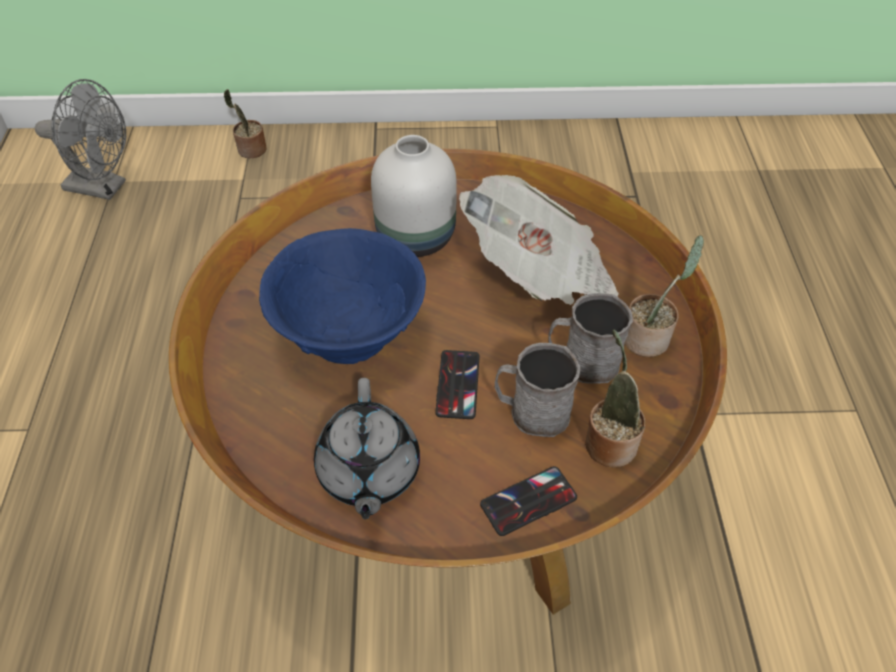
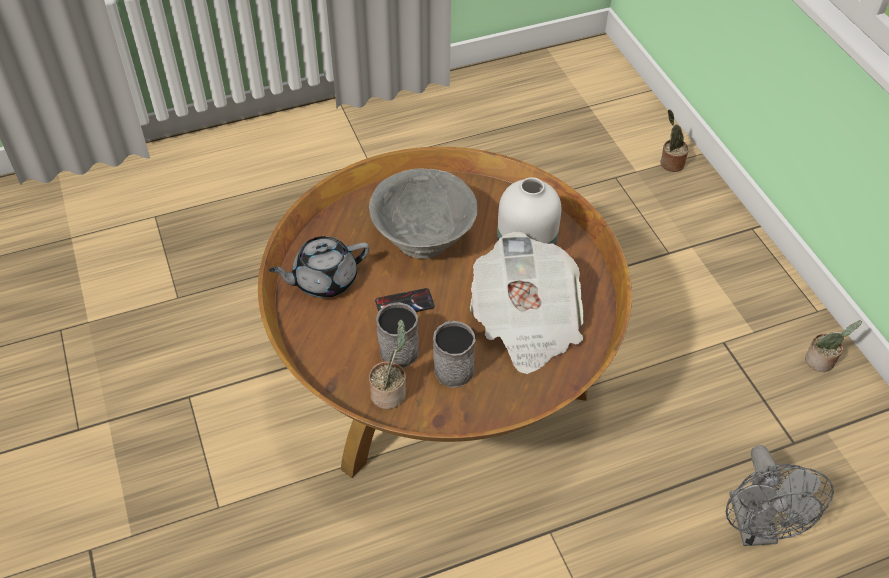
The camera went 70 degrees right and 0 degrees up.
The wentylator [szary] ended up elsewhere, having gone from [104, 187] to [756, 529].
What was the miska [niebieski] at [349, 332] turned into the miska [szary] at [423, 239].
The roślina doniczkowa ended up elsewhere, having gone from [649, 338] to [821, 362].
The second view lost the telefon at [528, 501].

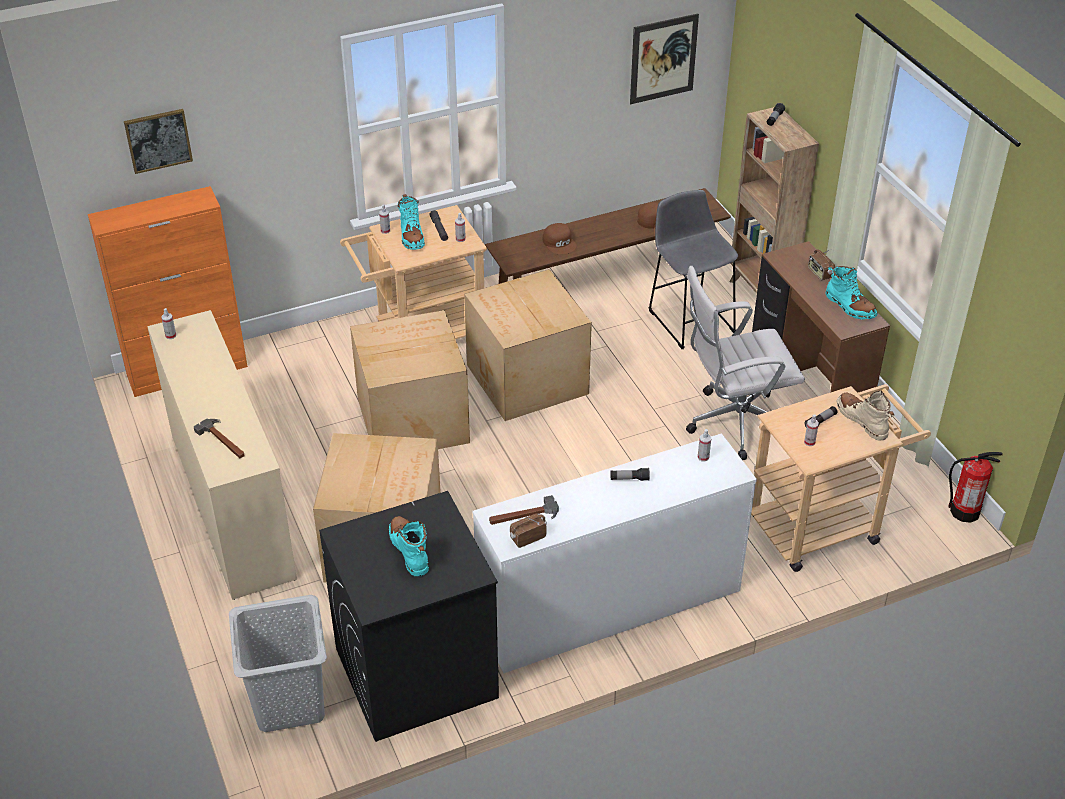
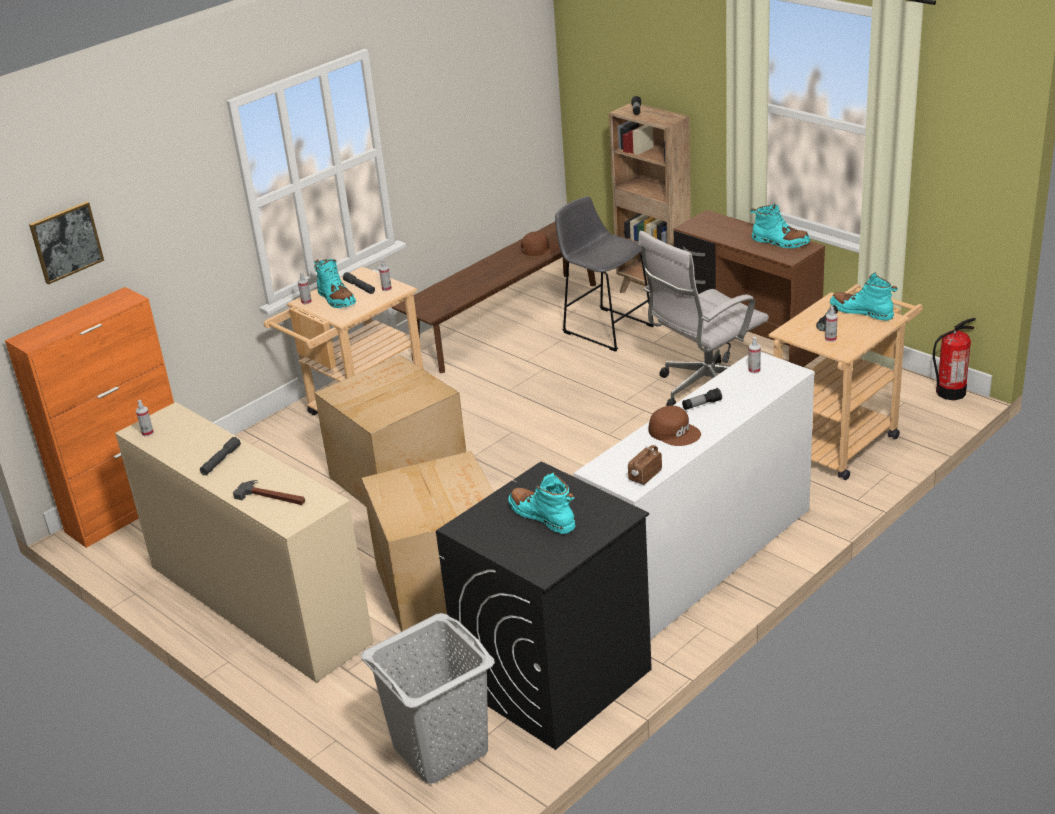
The camera went 20 degrees left and 10 degrees down.
The second view lost the obraz at [663, 59].
The czapka z daszkiem [brązowy] ended up elsewhere, having gone from [560, 243] to [674, 432].
The second view lost the radio at [819, 273].
The second view lost the karton at [526, 381].
What was the but z cholewką [beżowy] at [862, 421] turned into the but z cholewką [turkusowy] at [861, 312].
The second view lost the młotek at [524, 516].
The second view gained the latarka [szary] at [221, 460].

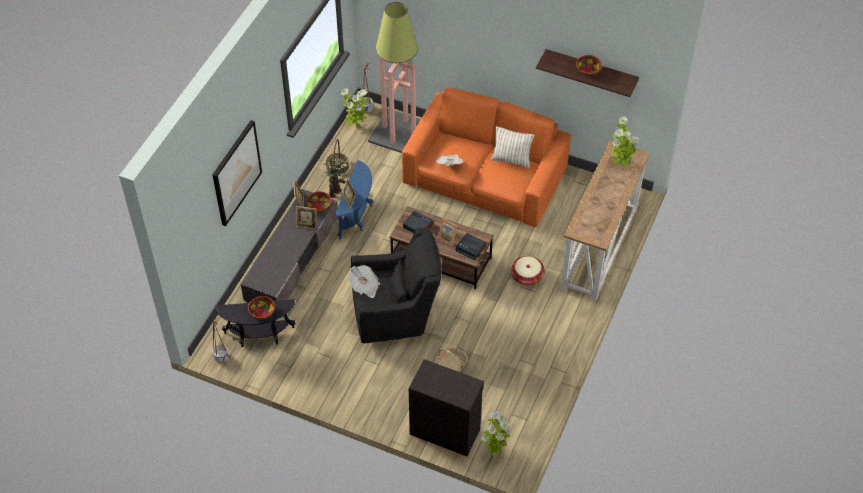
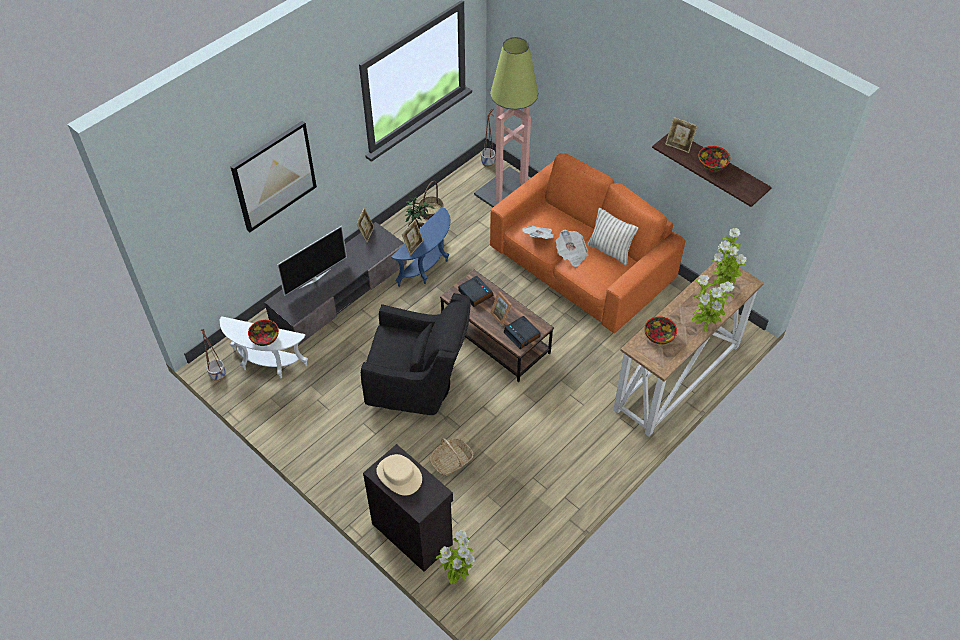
The camera went 20 degrees right and 0 degrees up.
The roślina doniczkowa ended up elsewhere, having gone from [356, 126] to [704, 326].
The miska ended up elsewhere, having gone from [319, 206] to [659, 336].
The ramka na zdjęcie ended up elsewhere, having gone from [307, 225] to [679, 146].
The second view lost the koszyk at [527, 276].
The gazeta ended up elsewhere, having gone from [364, 286] to [571, 254].
What was the stolik [czarny] at [259, 337] turned into the stolik [biały] at [266, 364].
The second view gained the telewizor at [314, 278].
The second view gained the kapelusz [beżowy] at [399, 475].

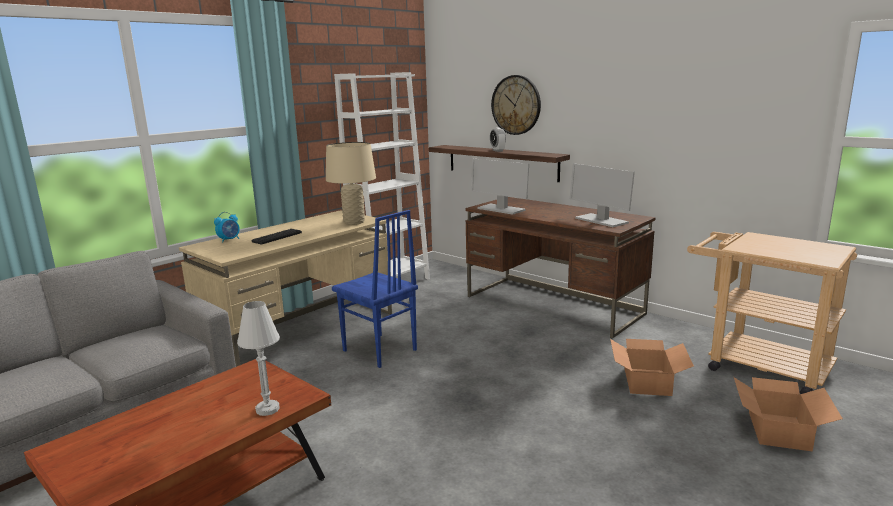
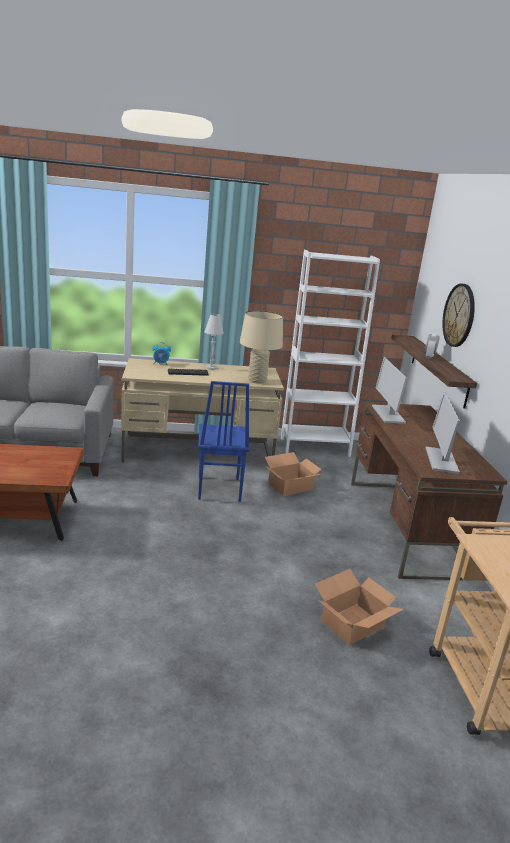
The camera went 40 degrees right and 5 degrees up.
The lampa stołowa [biały] ended up elsewhere, having gone from [267, 409] to [211, 368].
The karton ended up elsewhere, having gone from [778, 431] to [289, 486].

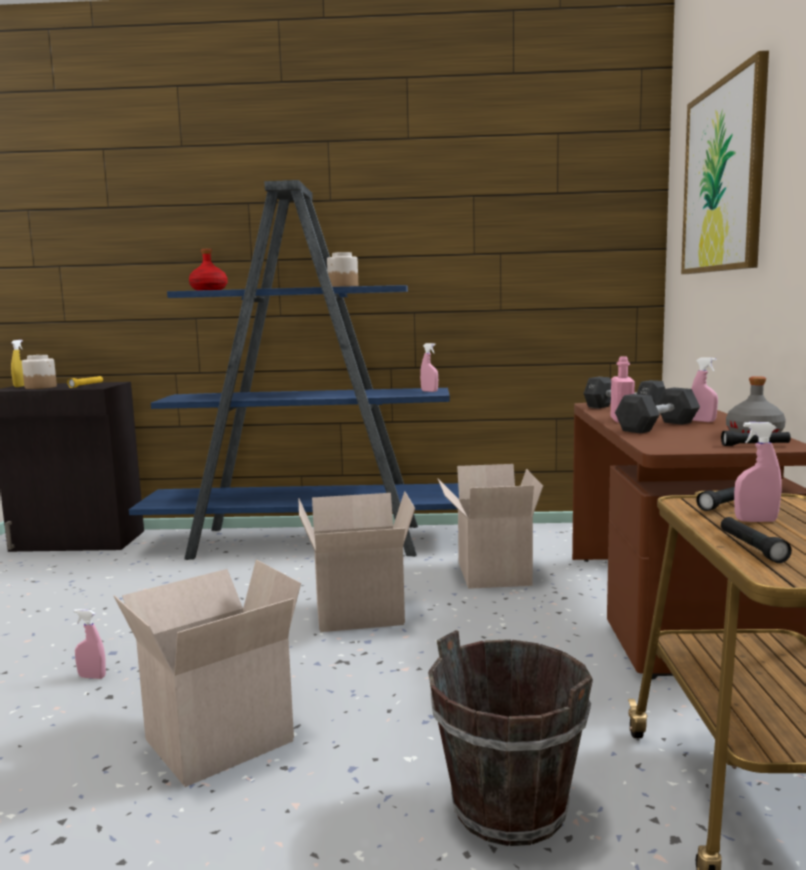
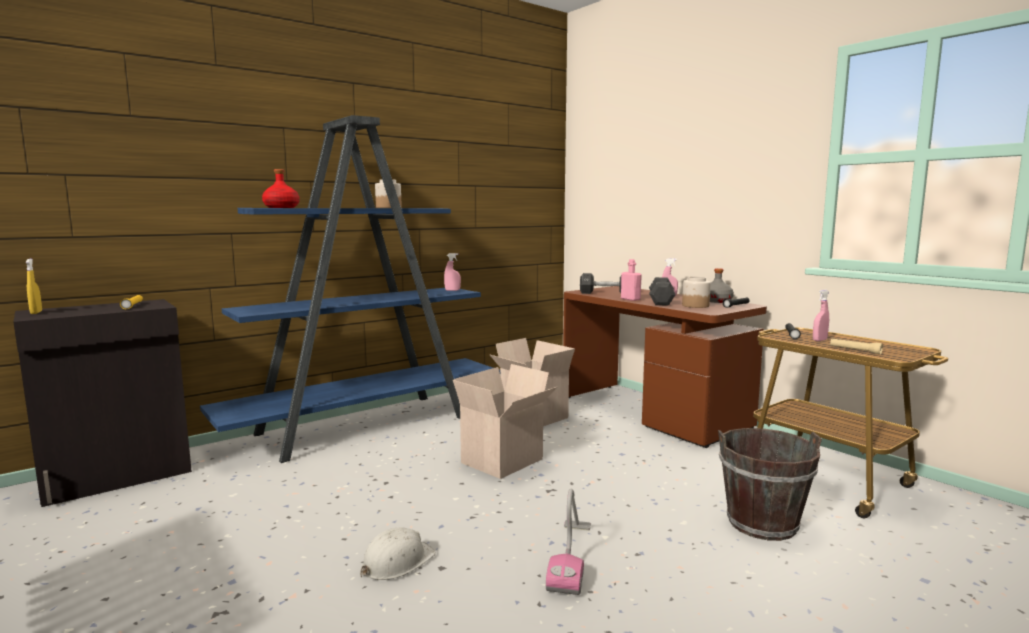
The camera went 40 degrees left and 0 degrees up.
The second view lost the obraz at [723, 177].
The słoik ended up elsewhere, having gone from [41, 387] to [695, 305].
What was the latarka [czarny] at [752, 548] turned into the latarka [beżowy] at [855, 350].
Where the karton stood at [219, 738], the odkurzacz came to stand at [571, 557].
Where the spryskiwacz [różowy] stood at [92, 677], the kask [biały] came to stand at [396, 562].

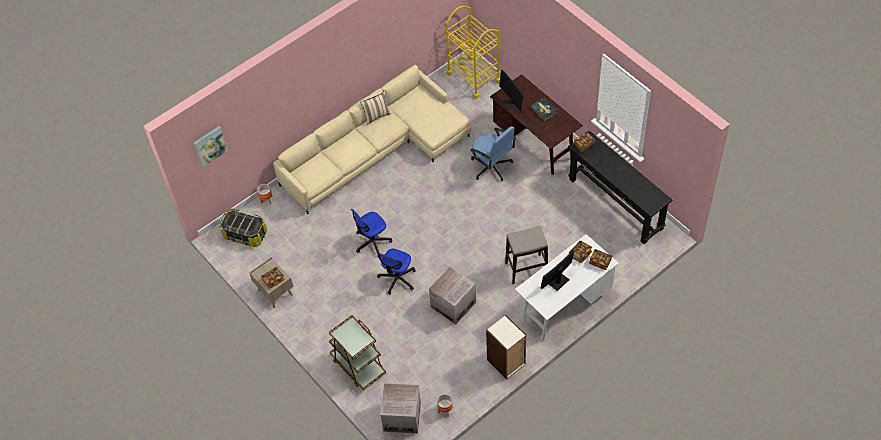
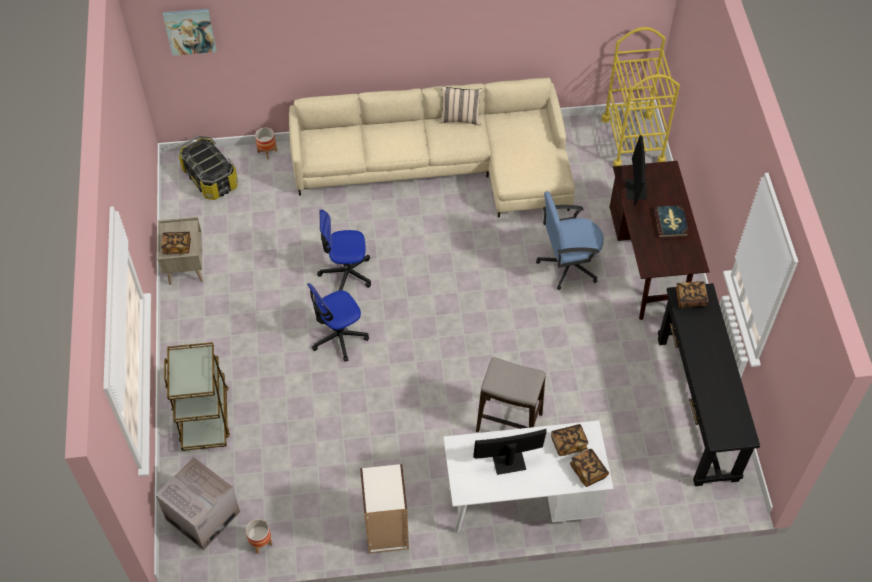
The camera went 30 degrees right and 0 degrees up.
The krzesło biurowe [niebieski] at [491, 167] ended up facing another way, 90 degrees clockwise from before.
The second view lost the karton at [453, 304].

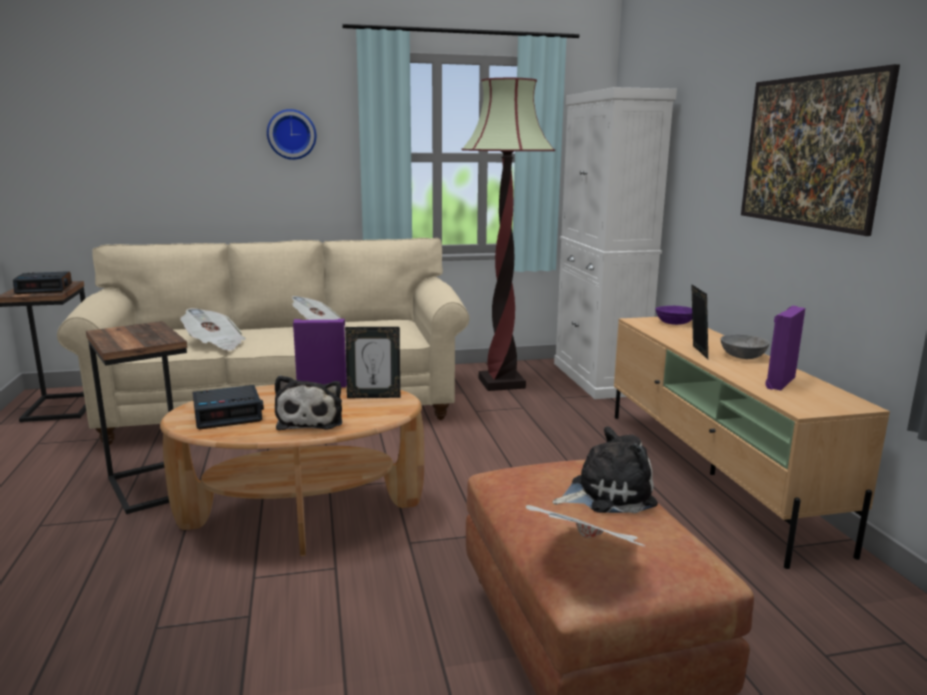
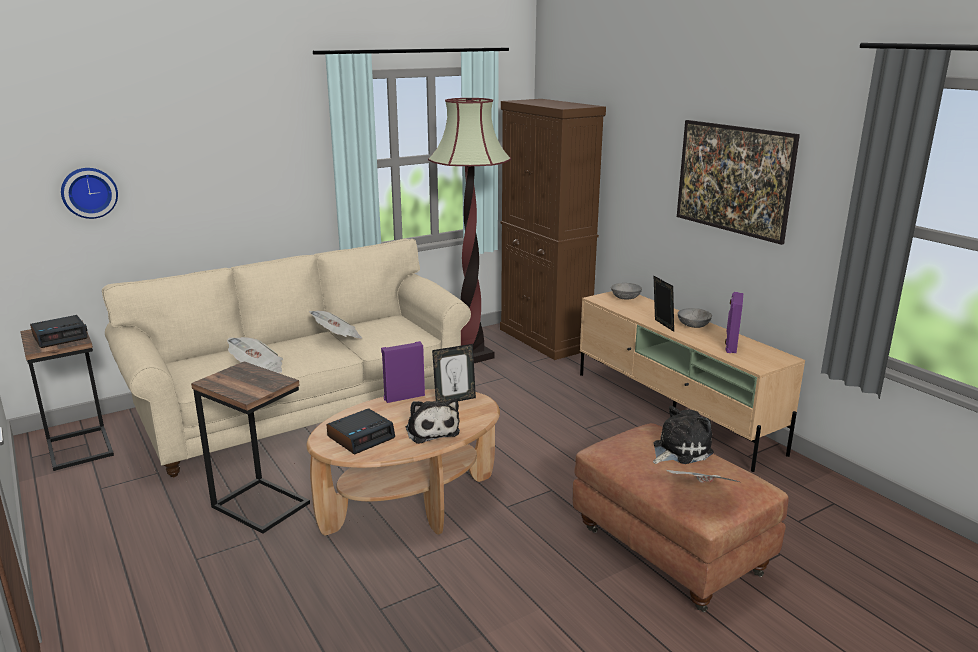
The camera went 20 degrees left and 5 degrees up.
What was the szafka [biały] at [598, 378] turned into the szafka [brązowy] at [544, 339].
The zegar ścienny ended up elsewhere, having gone from [291, 134] to [89, 192].
What was the miska [fioletowy] at [674, 323] turned into the miska [szary] at [626, 297].

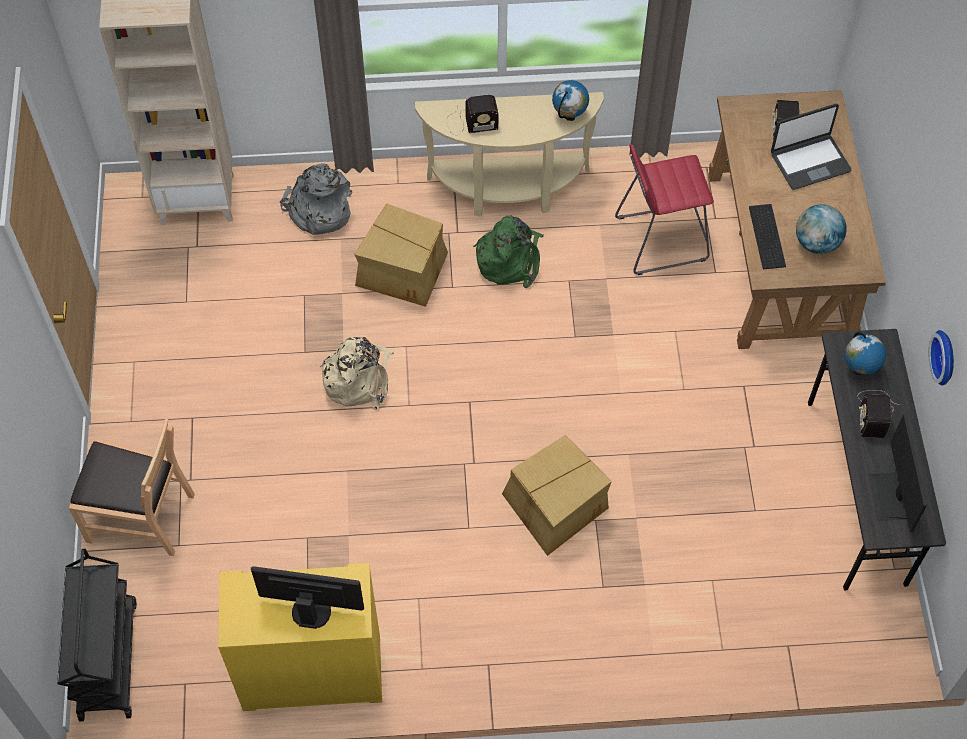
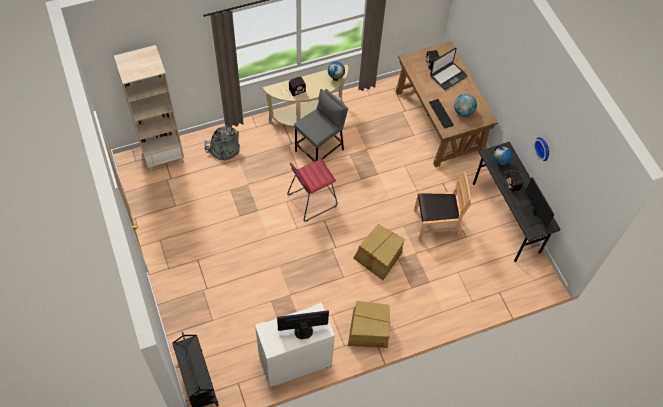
The camera went 20 degrees left and 0 degrees up.
The stołek [czerwony] ended up elsewhere, having gone from [660, 239] to [312, 200].
The karton ended up elsewhere, having gone from [403, 270] to [368, 329].
Where the plecak [zielony] stood at [509, 259], the stołek [szary] came to stand at [320, 150].
The second view lost the plecak [beżowy] at [358, 378].
The krzesło [brązowy] ended up elsewhere, having gone from [140, 516] to [436, 224].
What was the szafka [żółty] at [311, 673] turned into the szafka [biały] at [295, 362].

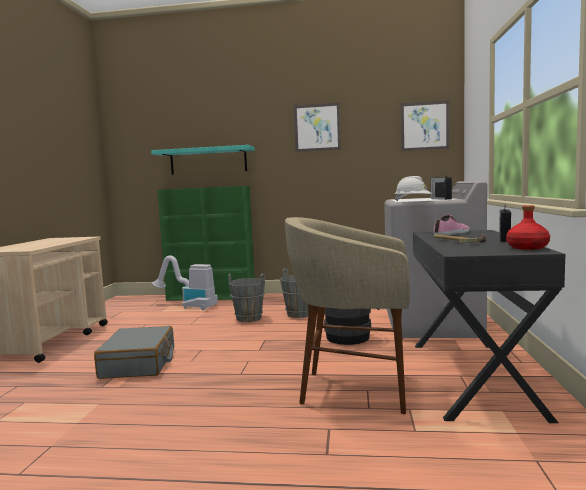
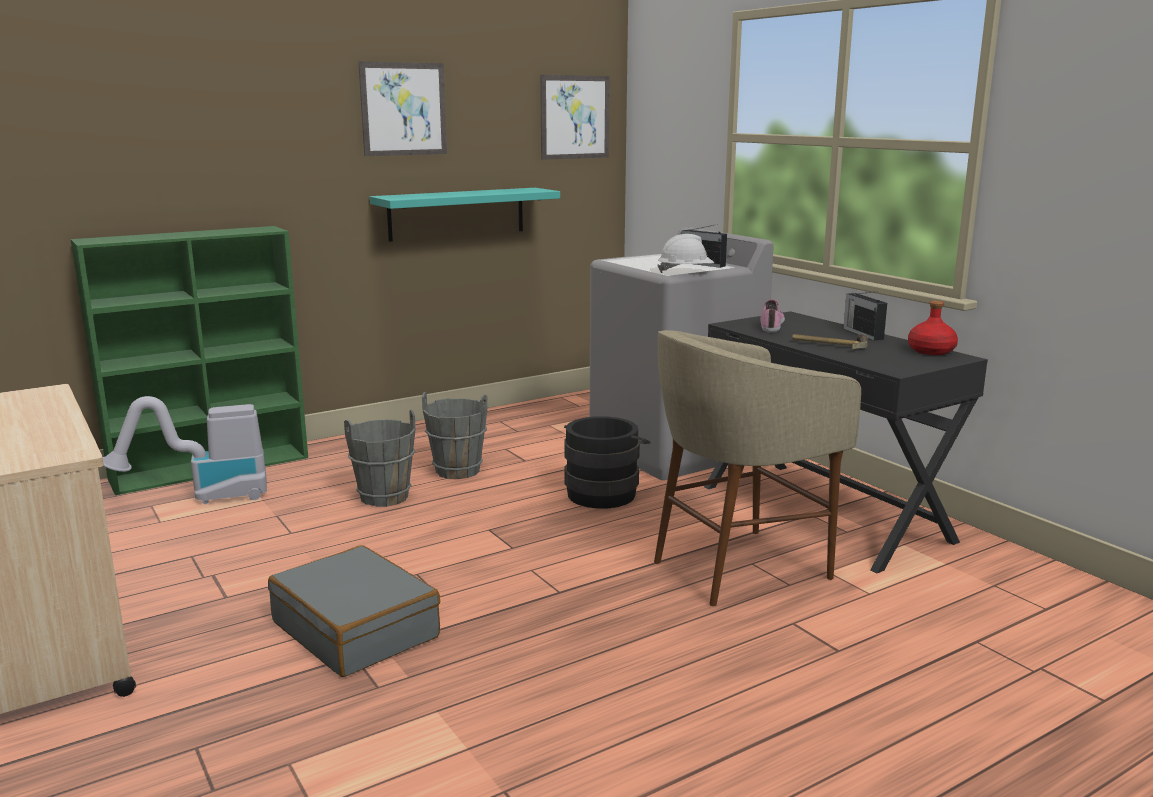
The camera went 40 degrees left and 10 degrees up.
The półka [turkusowy] ended up elsewhere, having gone from [208, 161] to [457, 213].

